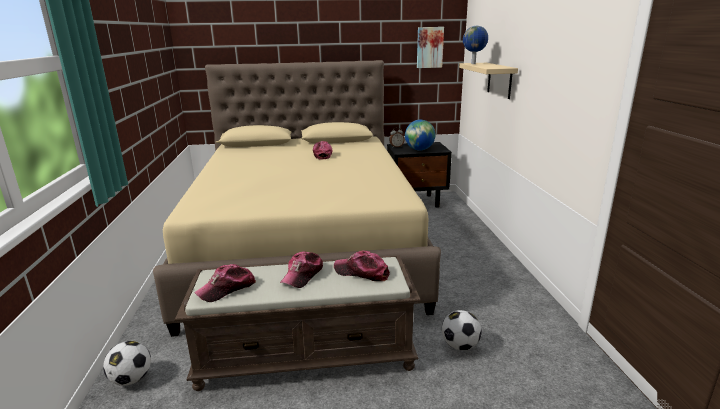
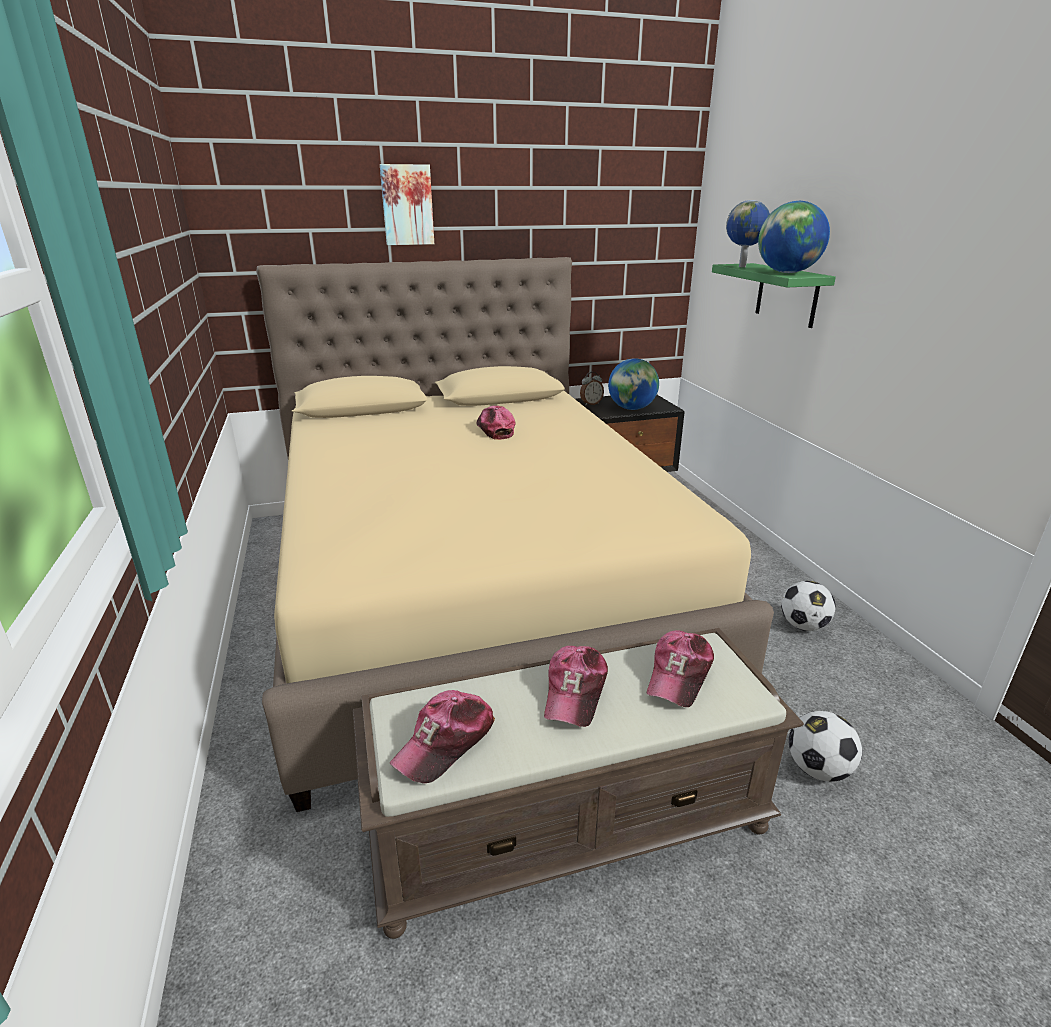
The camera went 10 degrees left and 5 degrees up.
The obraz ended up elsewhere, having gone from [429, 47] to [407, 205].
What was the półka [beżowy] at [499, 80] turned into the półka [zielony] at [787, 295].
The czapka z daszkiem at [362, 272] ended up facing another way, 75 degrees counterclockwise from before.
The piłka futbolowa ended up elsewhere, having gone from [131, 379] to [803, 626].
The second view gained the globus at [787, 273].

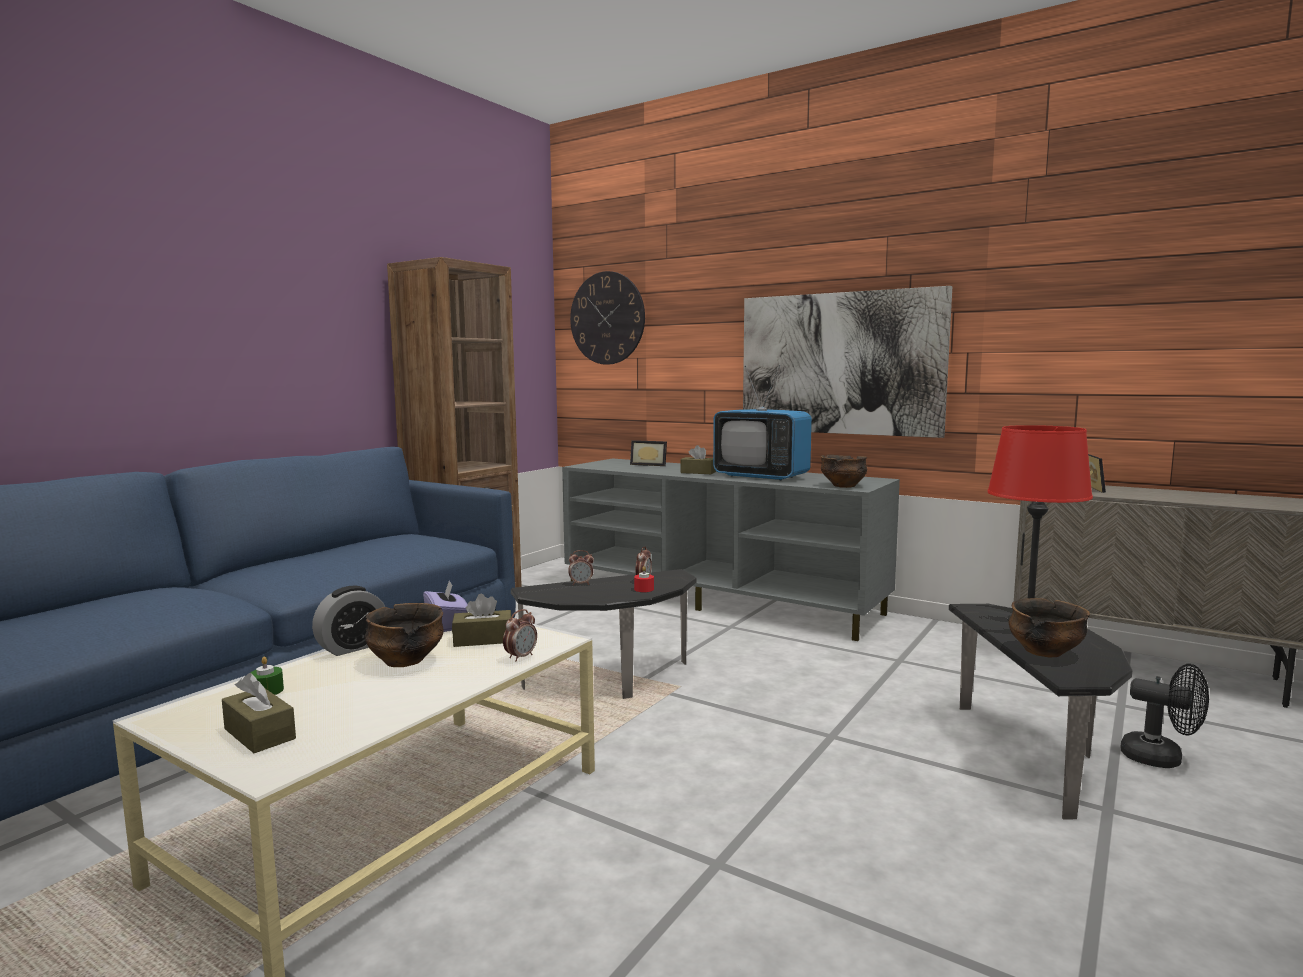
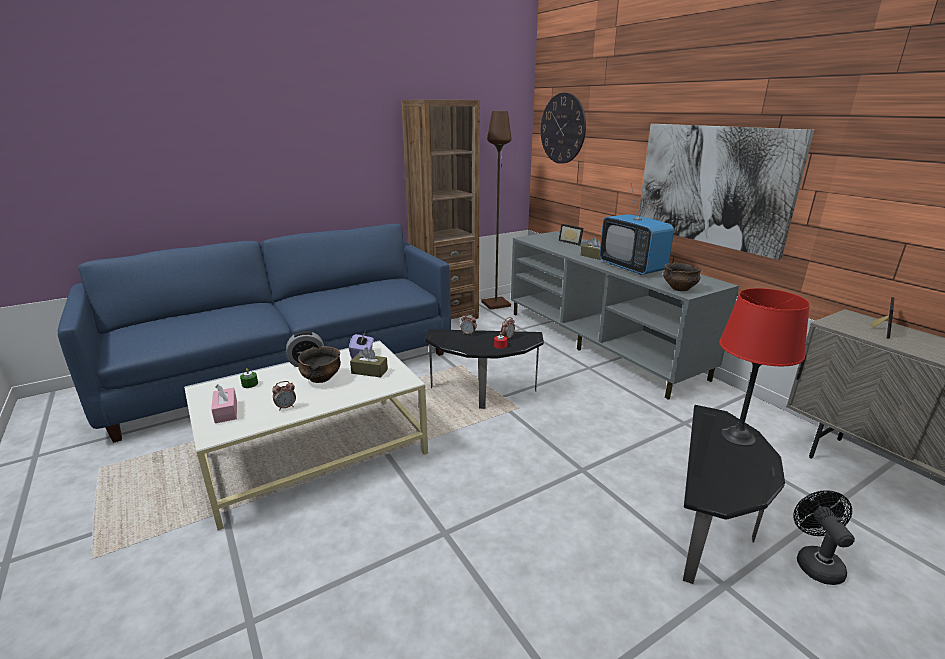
The camera went 25 degrees right and 15 degrees up.
The second view lost the miska at [1044, 652].
The budzik ended up elsewhere, having gone from [521, 657] to [286, 407].
The wentylator [czarny] at [1161, 758] ended up facing another way, 150 degrees counterclockwise from before.
What was the pudełko chusteczek [brązowy] at [259, 734] turned into the pudełko chusteczek [różowy] at [226, 411].
The second view gained the lampa stojąca [brązowy] at [496, 304].

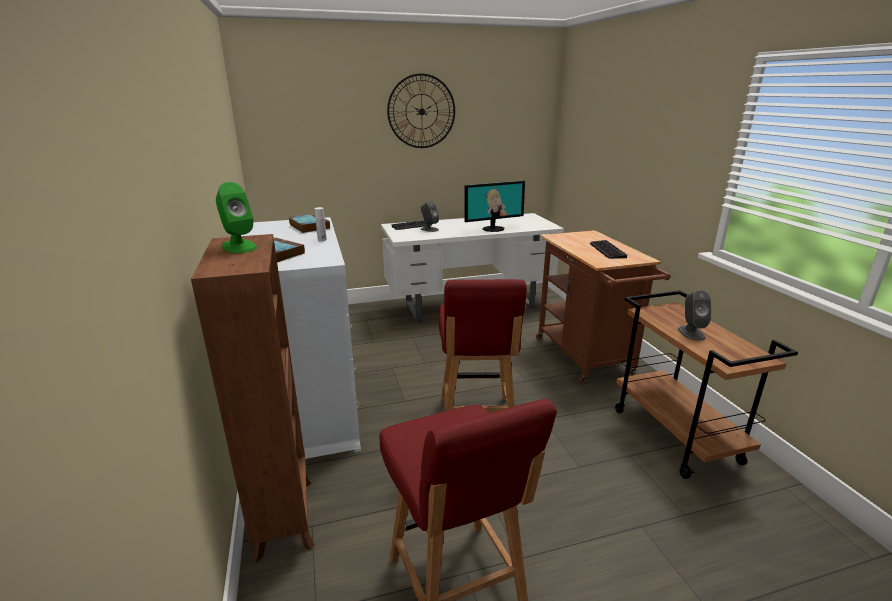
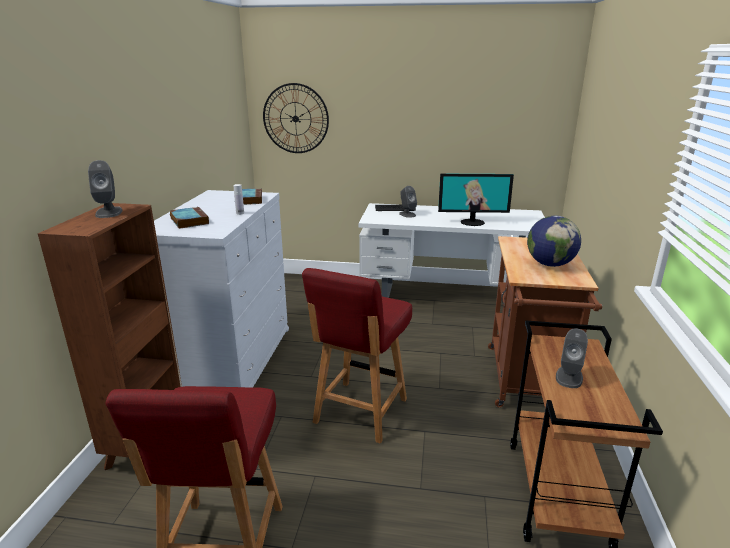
The camera went 25 degrees right and 0 degrees up.
The zegar ścienny ended up elsewhere, having gone from [421, 111] to [295, 118].
What was the głośnik [zielony] at [239, 246] turned into the głośnik [szary] at [109, 212].
Where the klawiatura stood at [607, 250], the globus came to stand at [550, 264].

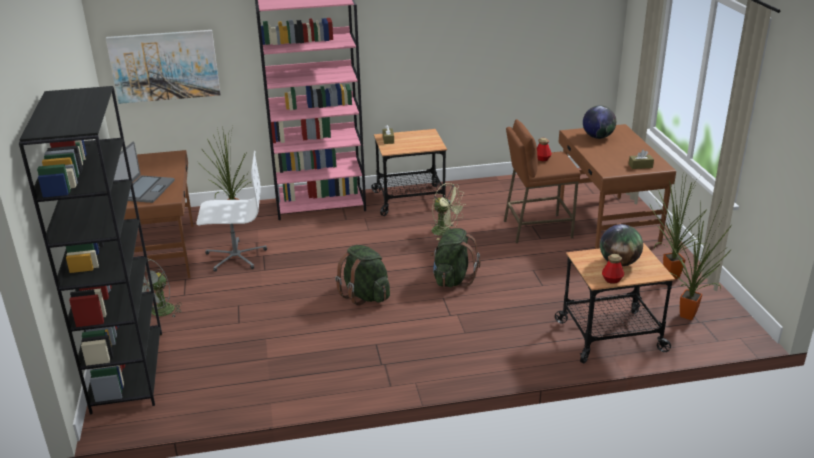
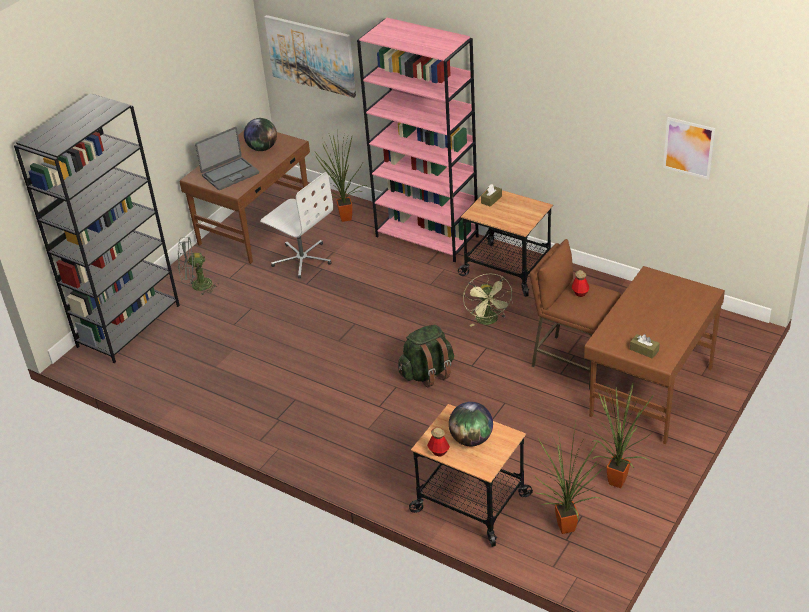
The camera went 45 degrees right and 10 degrees up.
The globus ended up elsewhere, having gone from [597, 137] to [262, 148].
The second view lost the plecak [zielony] at [365, 295].
The second view gained the obraz at [688, 148].

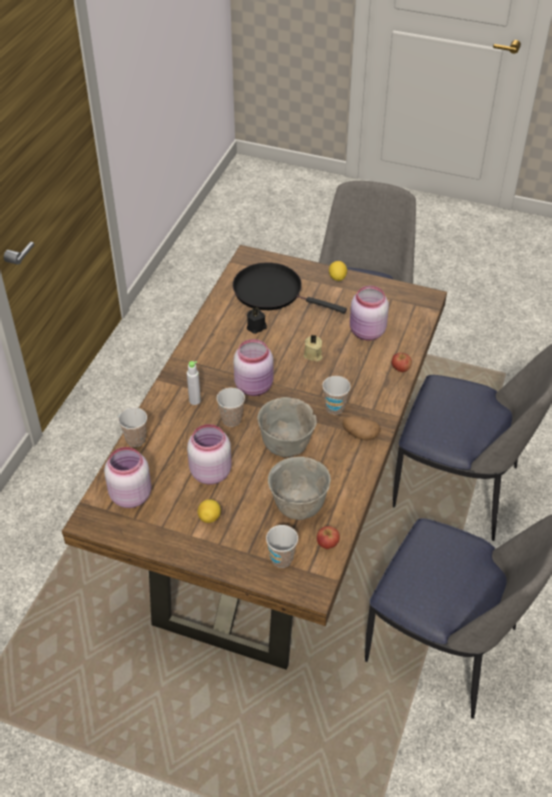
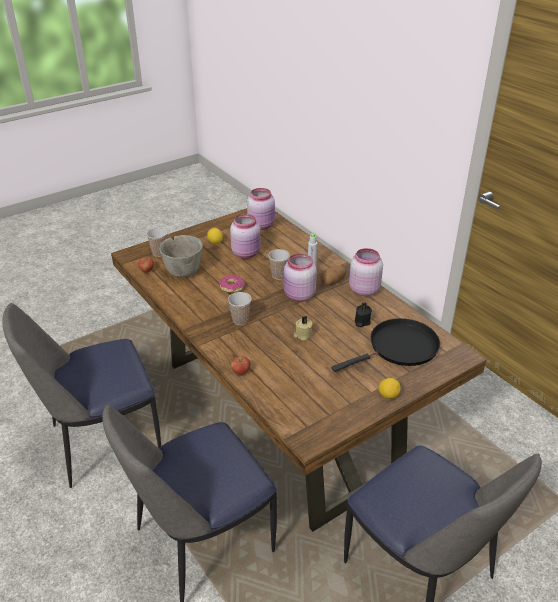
The camera went 125 degrees right and 10 degrees down.
The słoik [różowy] ended up elsewhere, having gone from [367, 332] to [363, 289].
Where the miska [szary] stood at [287, 445], the donut came to stand at [232, 287].
The second view lost the filiżanka at [136, 440].
The ziemniak ended up elsewhere, having gone from [360, 434] to [332, 282].

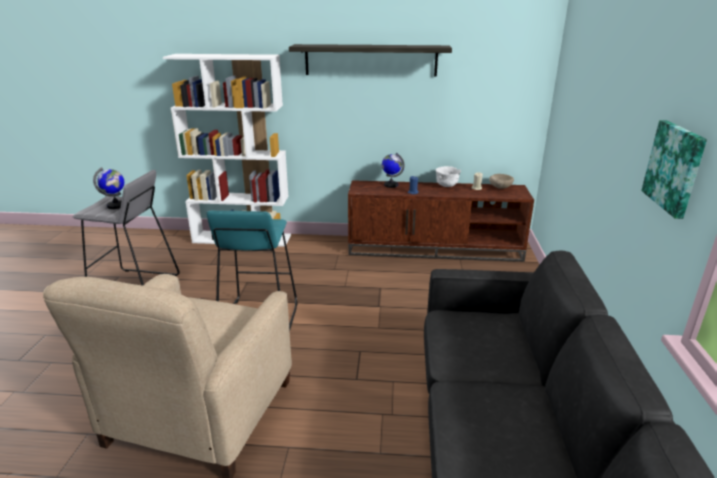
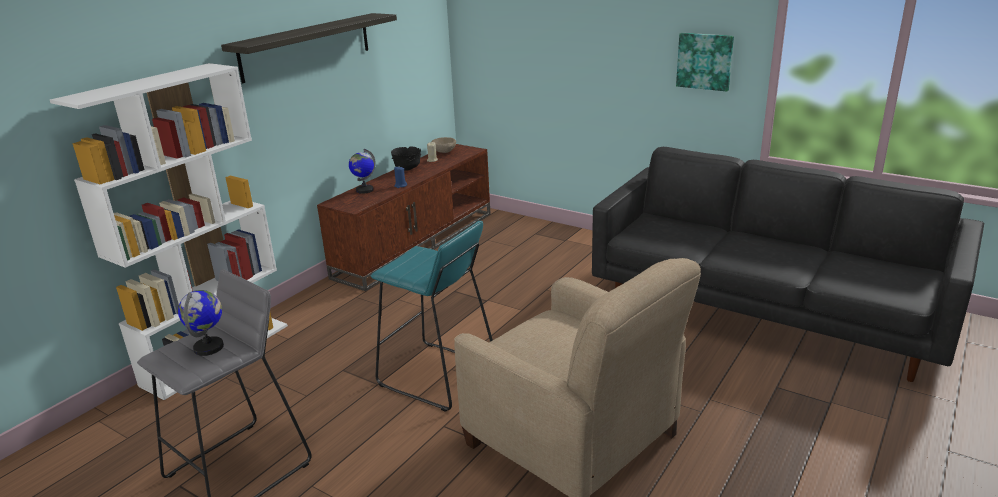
The camera went 60 degrees left and 0 degrees up.
What was the miska [biały] at [446, 186] turned into the miska [czarny] at [407, 169].

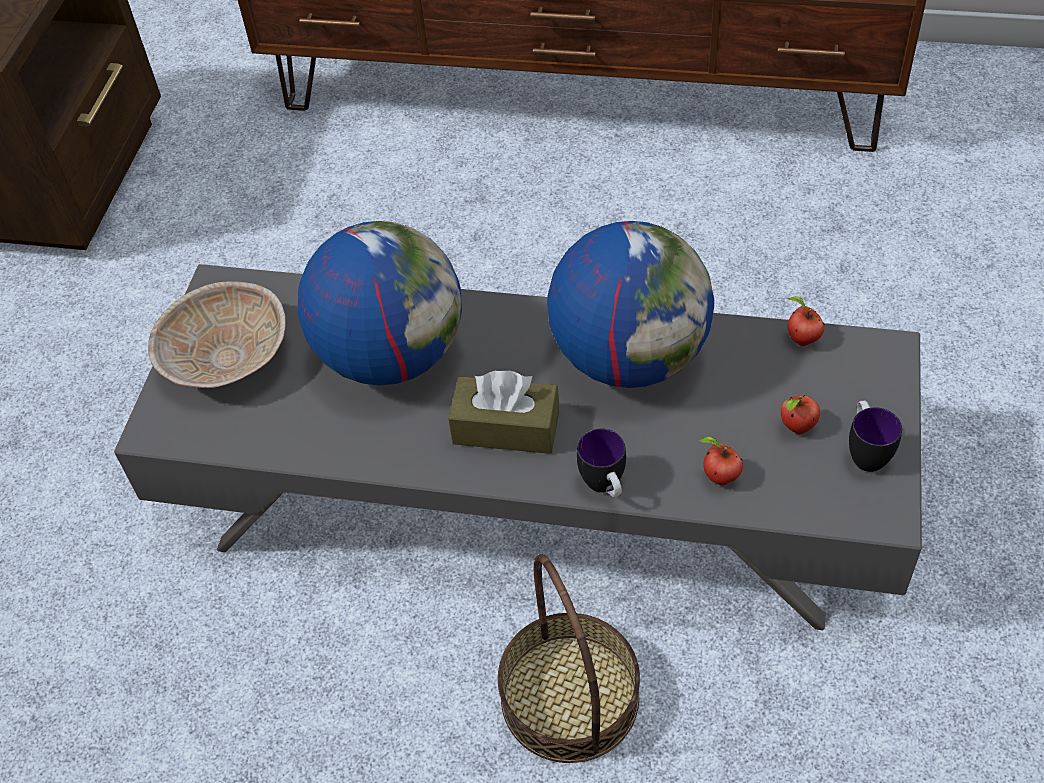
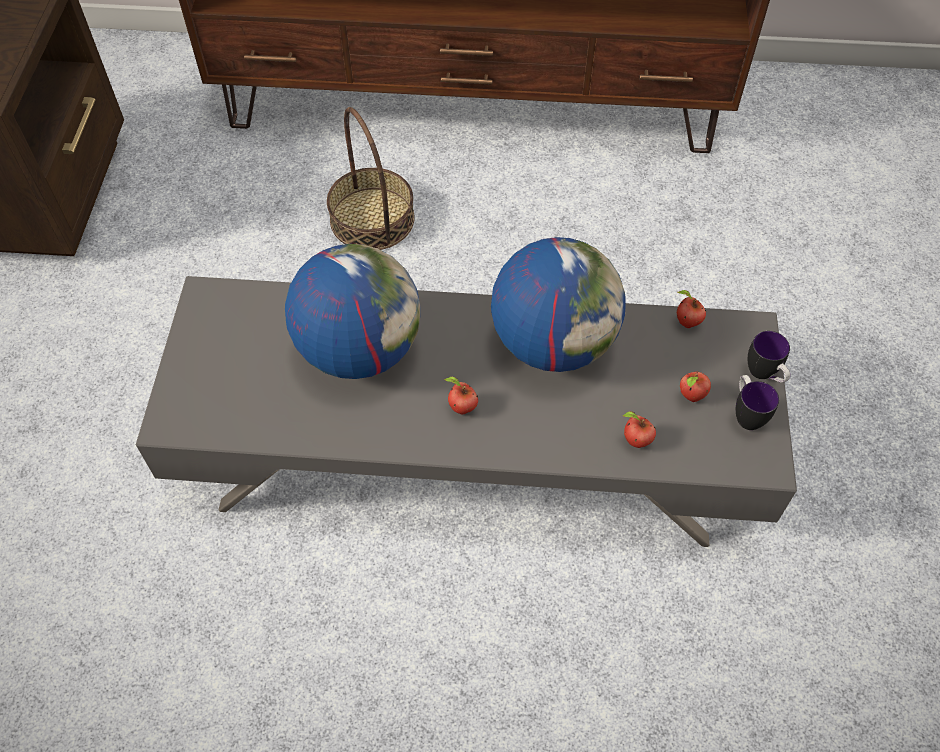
The camera went 10 degrees left and 5 degrees up.
The second view lost the miska [beżowy] at [225, 358].
Where the pudełko chusteczek [brązowy] stood at [506, 428], the jabłko came to stand at [461, 408].
The kubek ended up elsewhere, having gone from [605, 488] to [764, 375].
The koszyk ended up elsewhere, having gone from [570, 697] to [372, 219].

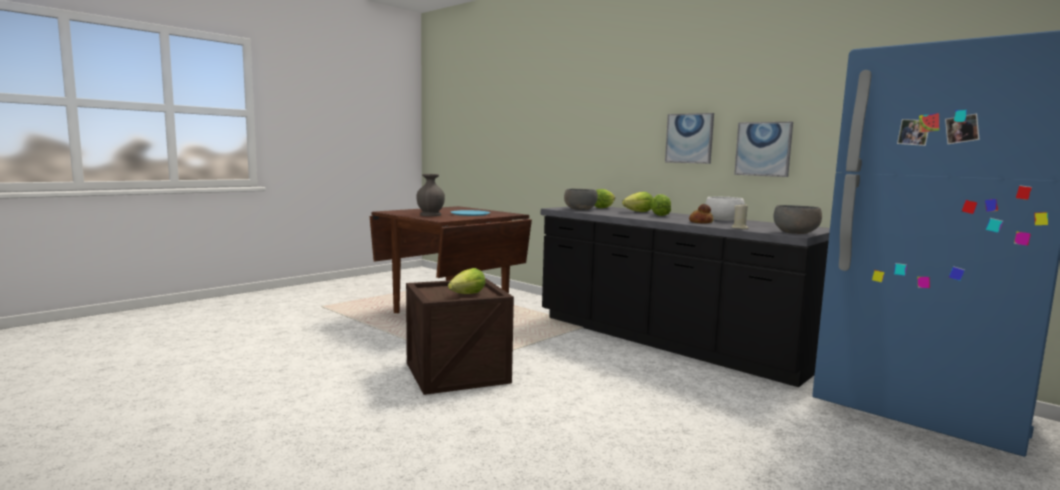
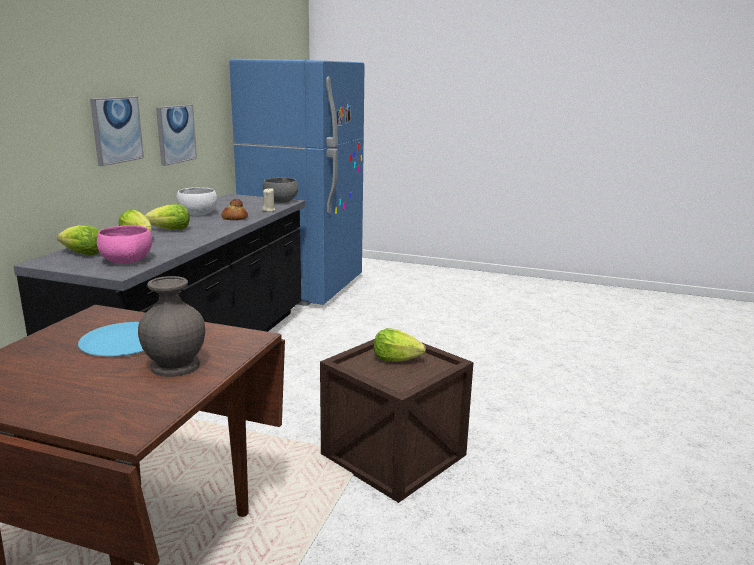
The camera went 115 degrees left and 10 degrees up.
What was the miska [szary] at [580, 209] turned into the miska [różowy] at [126, 261].

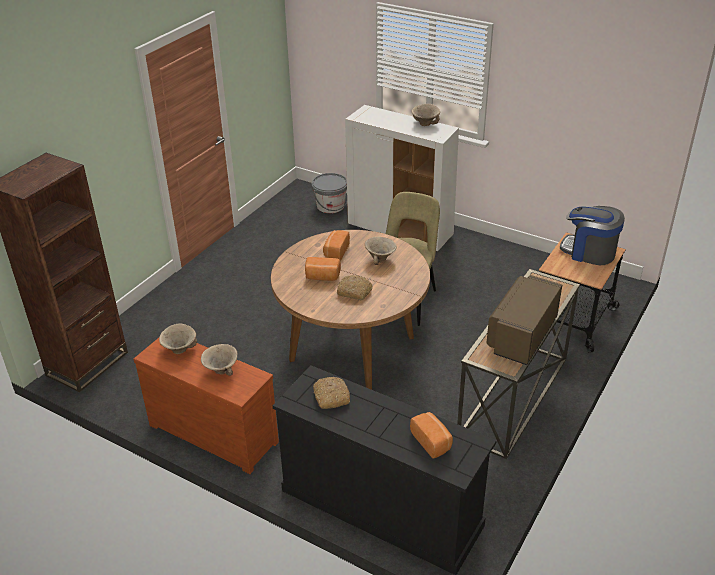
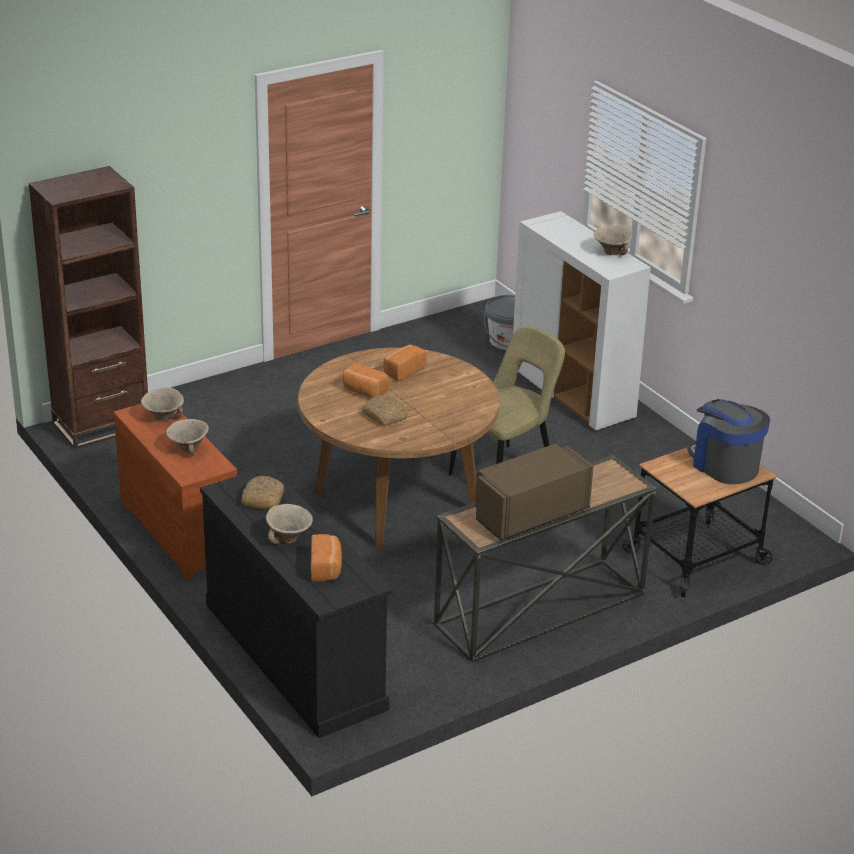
The camera went 25 degrees right and 5 degrees down.
The miska [beżowy] ended up elsewhere, having gone from [381, 259] to [290, 538].

